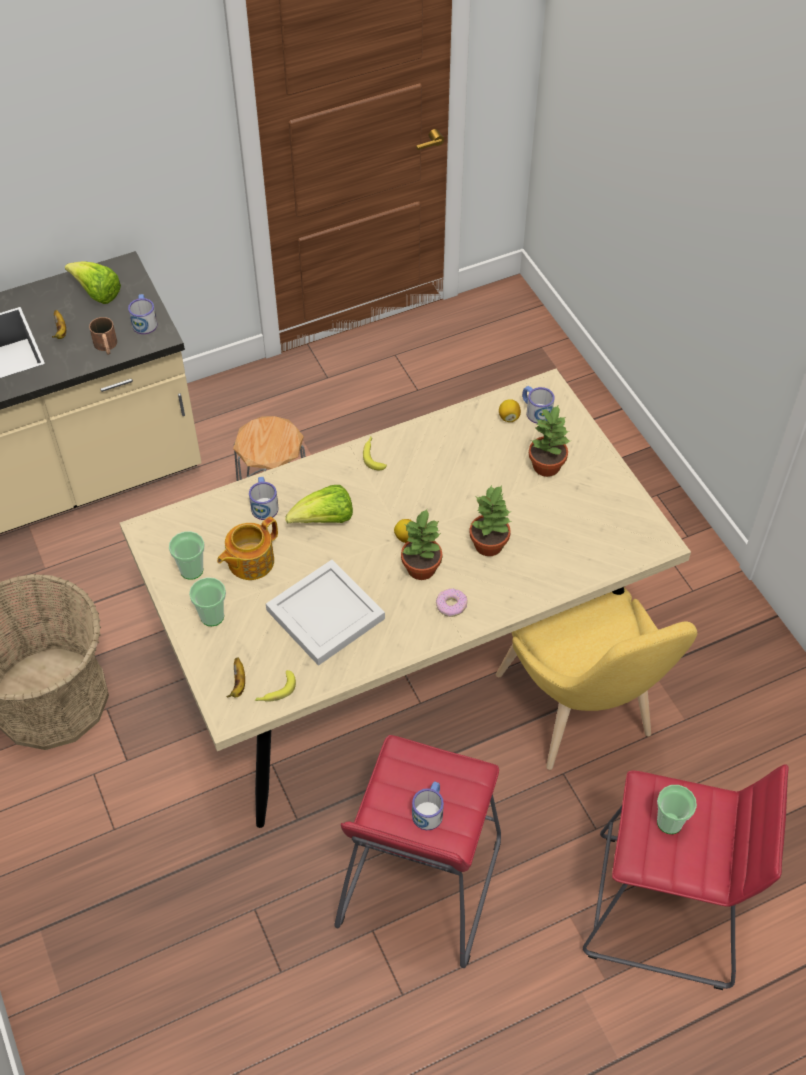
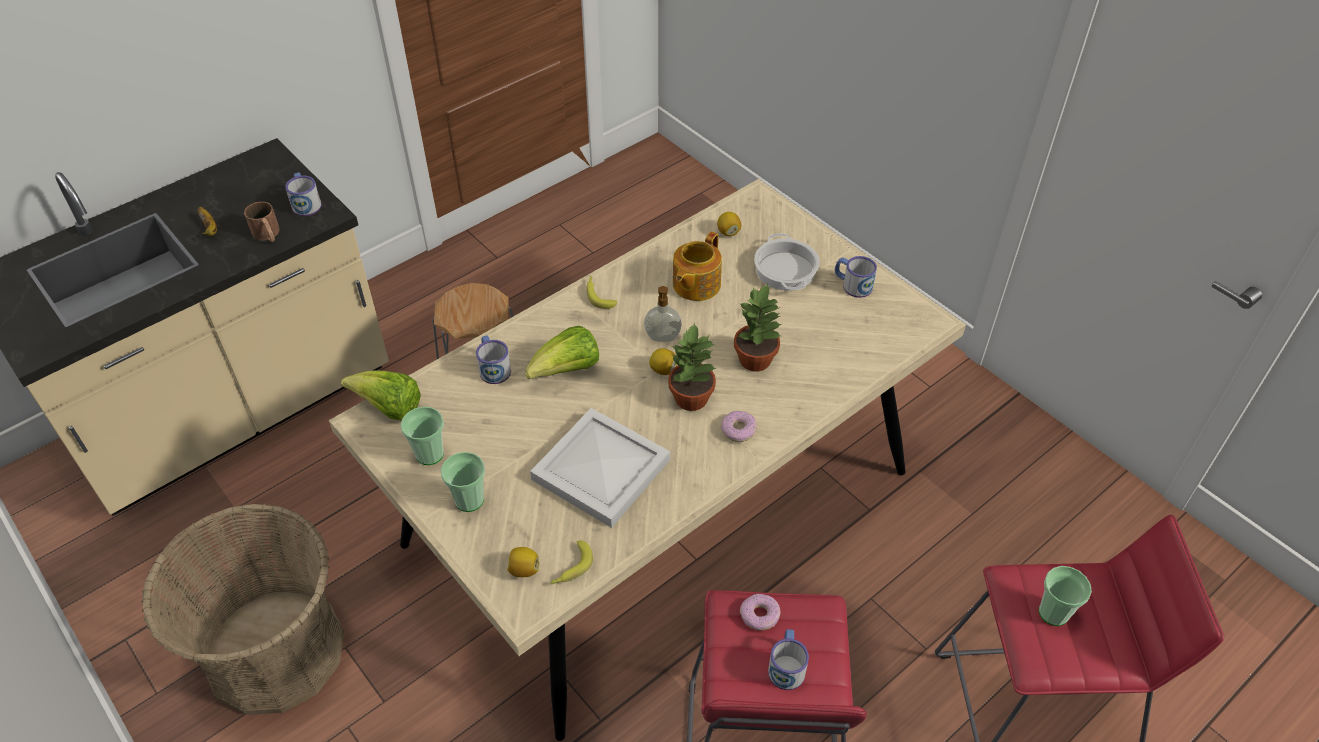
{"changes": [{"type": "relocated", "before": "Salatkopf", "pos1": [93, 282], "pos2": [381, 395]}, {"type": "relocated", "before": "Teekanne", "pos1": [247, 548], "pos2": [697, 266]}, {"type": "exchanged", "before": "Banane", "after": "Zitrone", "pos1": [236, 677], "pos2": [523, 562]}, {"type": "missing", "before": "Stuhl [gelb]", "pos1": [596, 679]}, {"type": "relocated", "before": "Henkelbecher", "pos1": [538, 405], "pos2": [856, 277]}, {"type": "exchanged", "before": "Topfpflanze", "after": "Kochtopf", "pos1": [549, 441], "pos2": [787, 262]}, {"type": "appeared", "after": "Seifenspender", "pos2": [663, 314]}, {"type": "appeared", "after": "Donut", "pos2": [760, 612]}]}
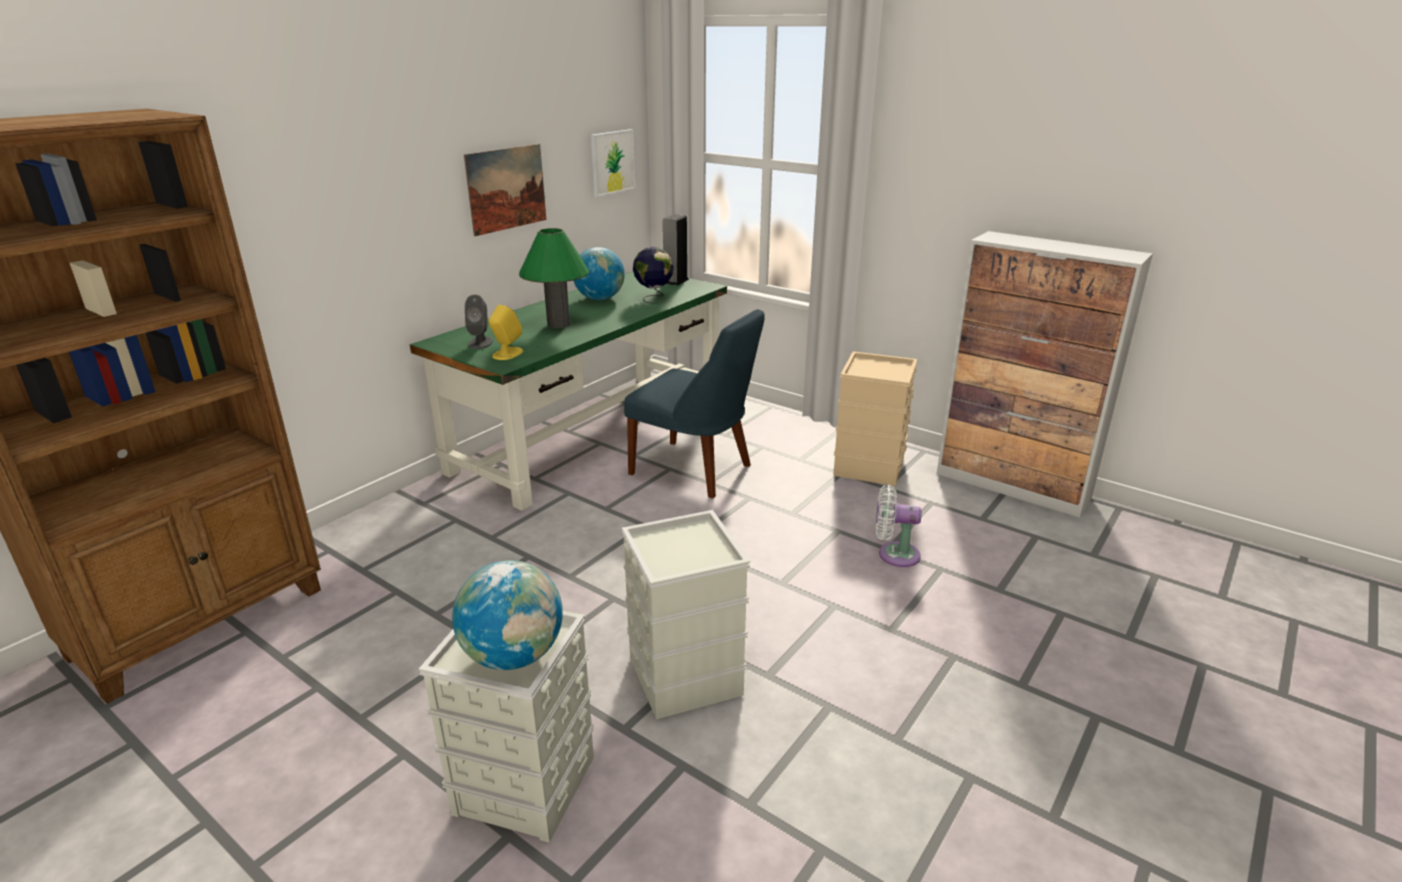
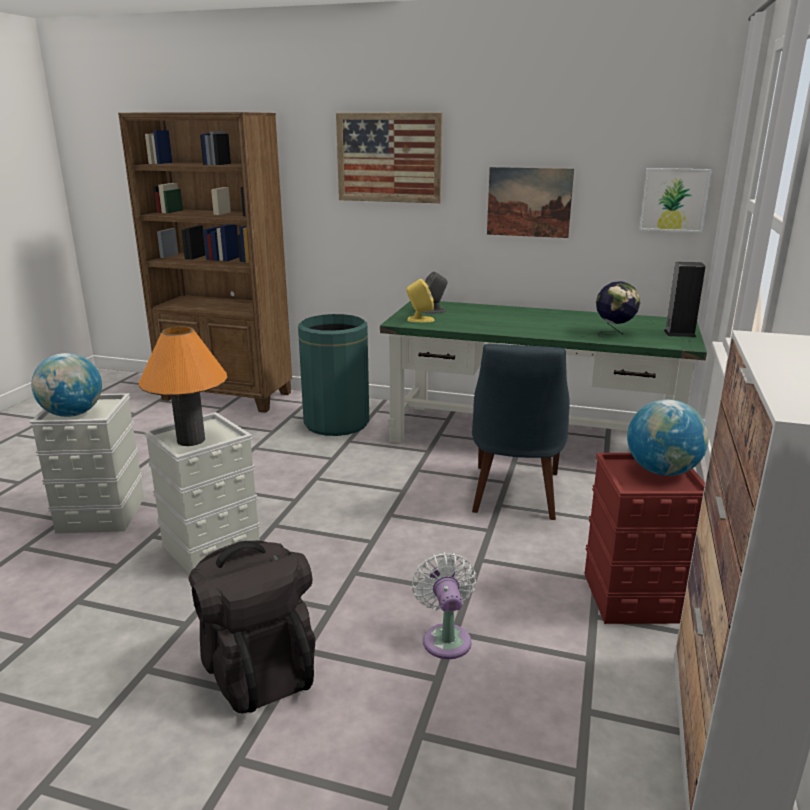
{"changes": [{"type": "missing", "before": "Tischlampe [grün]", "pos1": [554, 278]}, {"type": "relocated", "before": "Globus", "pos1": [599, 273], "pos2": [668, 437]}, {"type": "colour", "before": "Aufbewahrungsbox [beige]", "after": "Aufbewahrungsbox [rot]", "pos1": [875, 418], "pos2": [645, 538]}, {"type": "appeared", "after": "Tischlampe [orange]", "pos2": [183, 386]}, {"type": "appeared", "after": "Rucksack [schwarz]", "pos2": [251, 626]}, {"type": "appeared", "after": "Mülleimer [grün]", "pos2": [333, 375]}, {"type": "appeared", "after": "Bild", "pos2": [389, 157]}]}
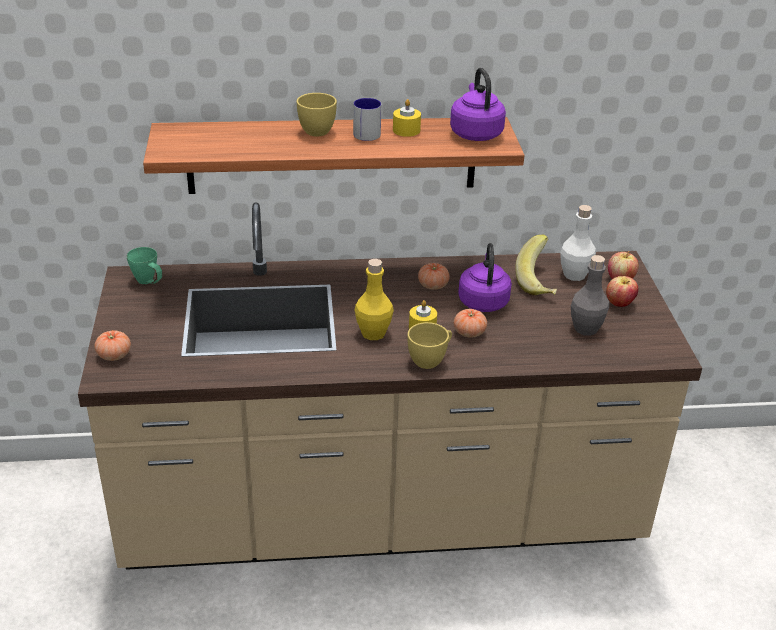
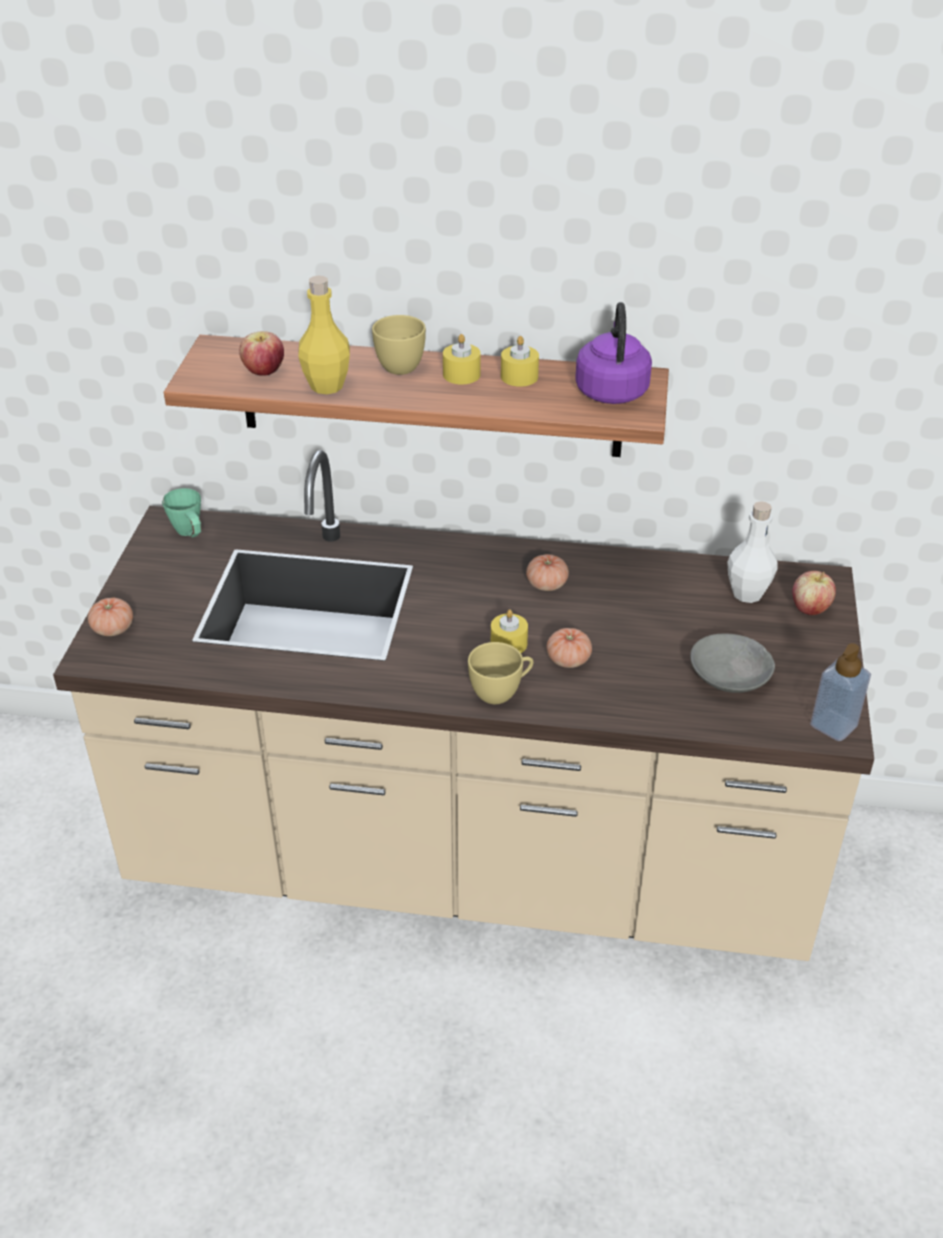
{"changes": [{"type": "exchanged", "before": "Henkelbecher", "after": "Kerze [gelb]", "pos1": [367, 119], "pos2": [462, 359]}, {"type": "relocated", "before": "Flasche [gelb]", "pos1": [374, 299], "pos2": [324, 334]}, {"type": "missing", "before": "Wasserkessel [lila]", "pos1": [485, 277]}, {"type": "missing", "before": "Banane", "pos1": [536, 265]}, {"type": "exchanged", "before": "Flasche [grau]", "after": "Schüssel [grau]", "pos1": [590, 295], "pos2": [732, 663]}, {"type": "relocated", "before": "Apfel", "pos1": [622, 291], "pos2": [261, 353]}, {"type": "appeared", "after": "Seifenspender", "pos2": [840, 692]}]}
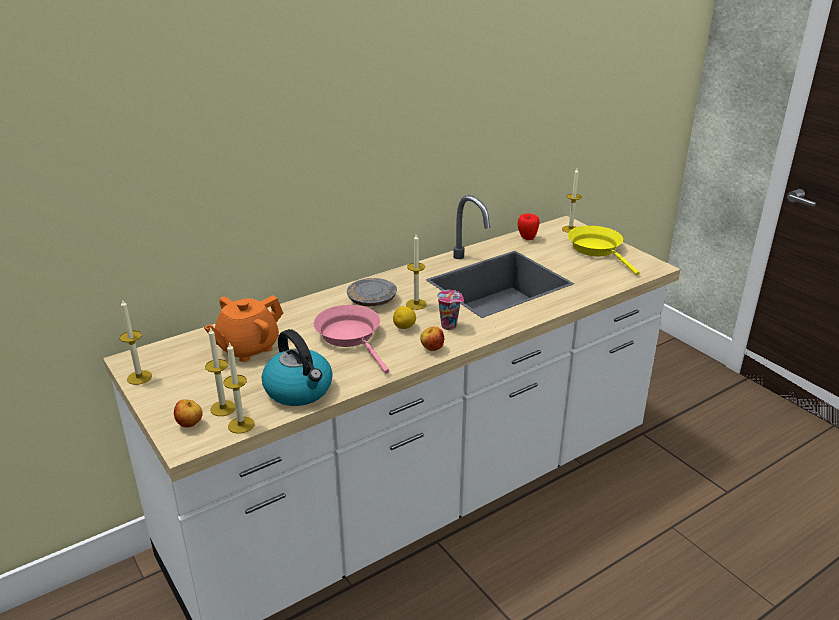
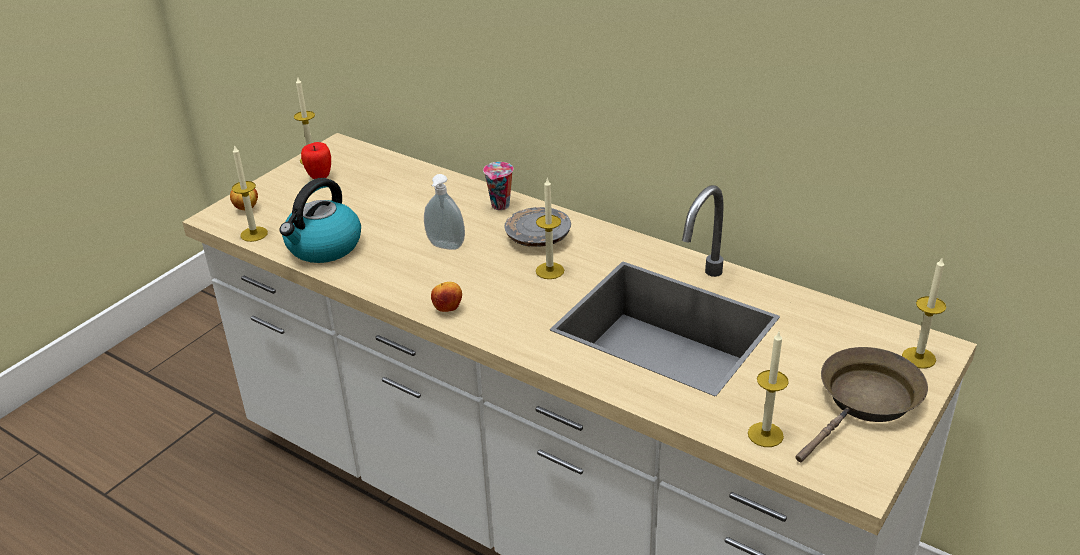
{"changes": [{"type": "missing", "before": "Teekanne [orange]", "pos1": [243, 328]}, {"type": "relocated", "before": "Kerze", "pos1": [220, 371], "pos2": [768, 389]}, {"type": "exchanged", "before": "Pfanne [rosa]", "after": "Seifenspender", "pos1": [351, 339], "pos2": [444, 212]}, {"type": "missing", "before": "Zitrone", "pos1": [404, 317]}, {"type": "relocated", "before": "Tasse", "pos1": [450, 310], "pos2": [498, 186]}, {"type": "relocated", "before": "Apfel", "pos1": [529, 227], "pos2": [316, 160]}, {"type": "colour", "before": "Pfanne [gelb]", "after": "Pfanne [braun]", "pos1": [604, 250], "pos2": [862, 404]}]}
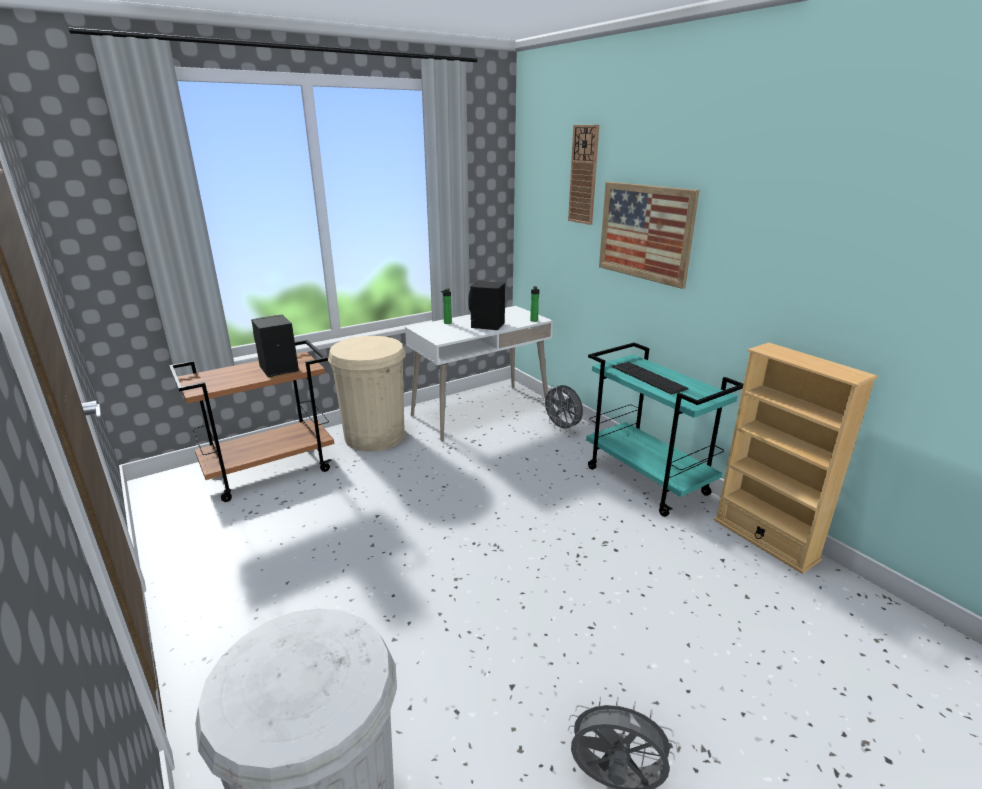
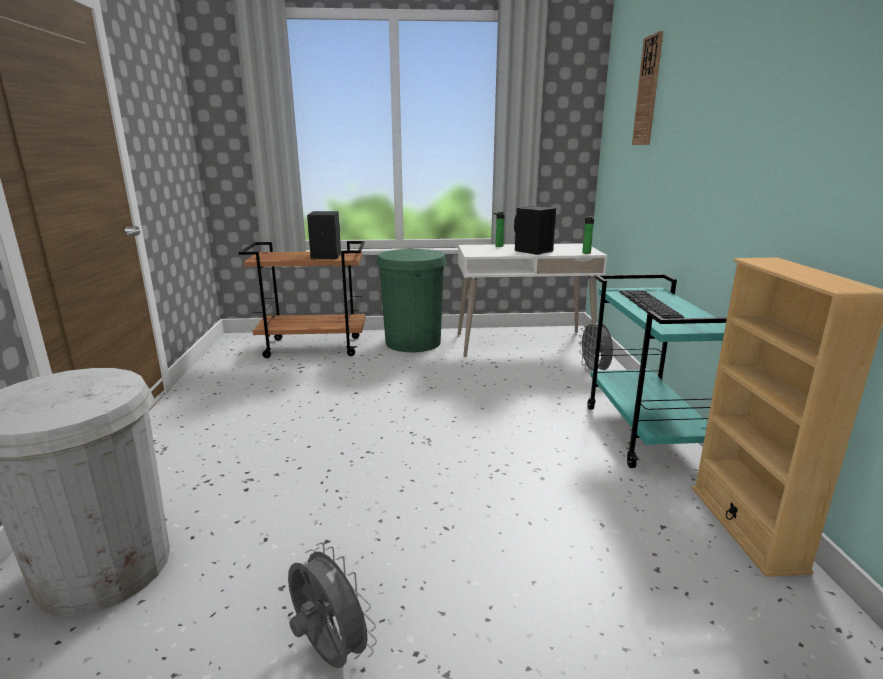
{"changes": [{"type": "colour", "before": "Mülleimer [beige]", "after": "Mülleimer [grün]", "pos1": [367, 394], "pos2": [411, 300]}, {"type": "missing", "before": "Bild", "pos1": [649, 235]}]}
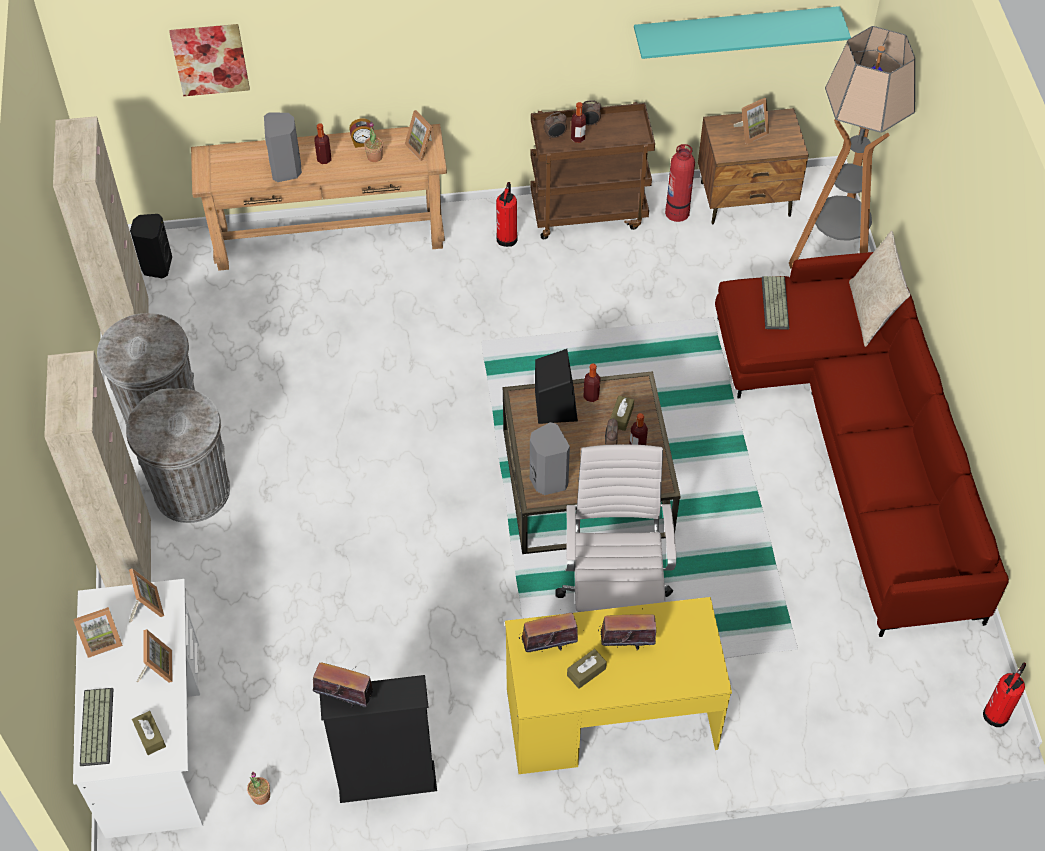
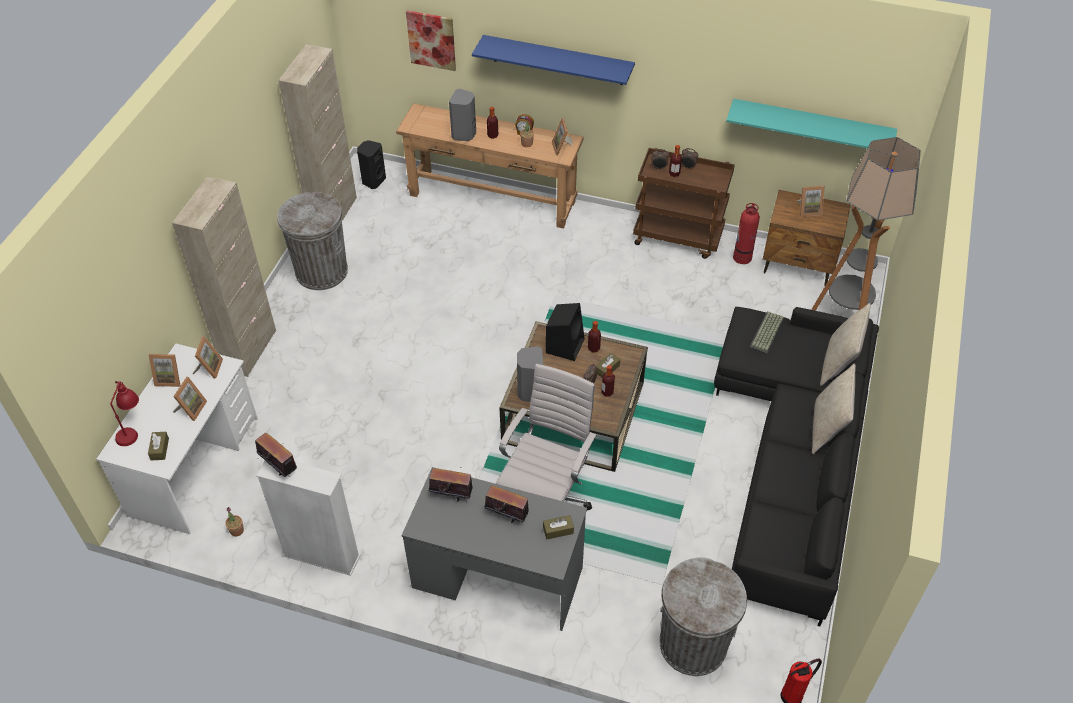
{"changes": [{"type": "exchanged", "before": "Tastatur", "after": "Tischlampe [rot]", "pos1": [96, 727], "pos2": [124, 413]}, {"type": "relocated", "before": "Mülleimer [grau]", "pos1": [178, 455], "pos2": [703, 616]}, {"type": "colour", "before": "Bücherregal [schwarz]", "after": "Bücherregal [weiß]", "pos1": [378, 739], "pos2": [308, 518]}, {"type": "missing", "before": "Feuerlöscher", "pos1": [507, 214]}, {"type": "colour", "before": "Schreibtisch [gelb]", "after": "Schreibtisch [grau]", "pos1": [618, 685], "pos2": [494, 549]}, {"type": "relocated", "before": "Taschentuchbox [braun]", "pos1": [587, 669], "pos2": [558, 527]}, {"type": "colour", "before": "Sofa [rot]", "after": "Sofa [schwarz]", "pos1": [862, 444], "pos2": [796, 466]}, {"type": "appeared", "after": "Wandregal [blau]", "pos2": [553, 60]}, {"type": "appeared", "after": "Kissen [beige]", "pos2": [834, 408]}]}
